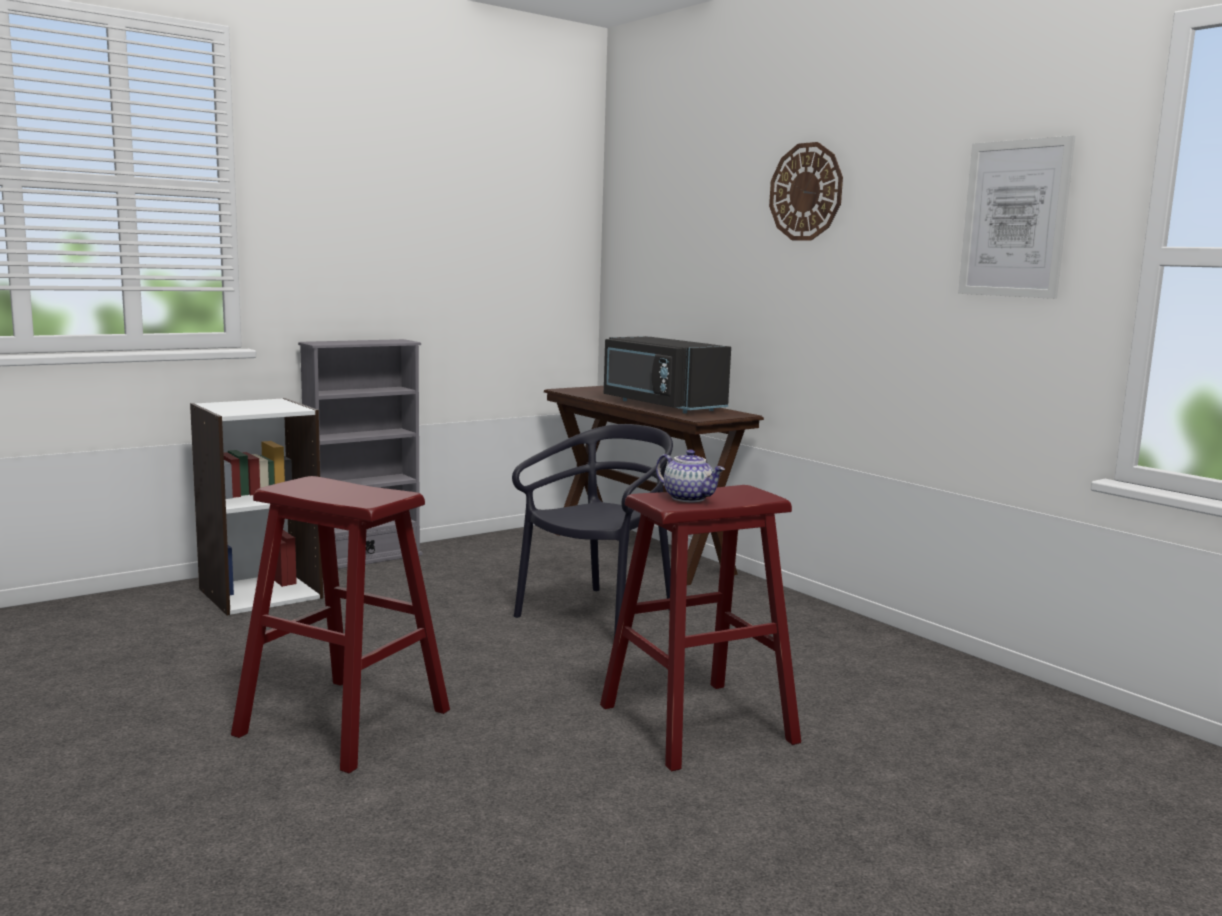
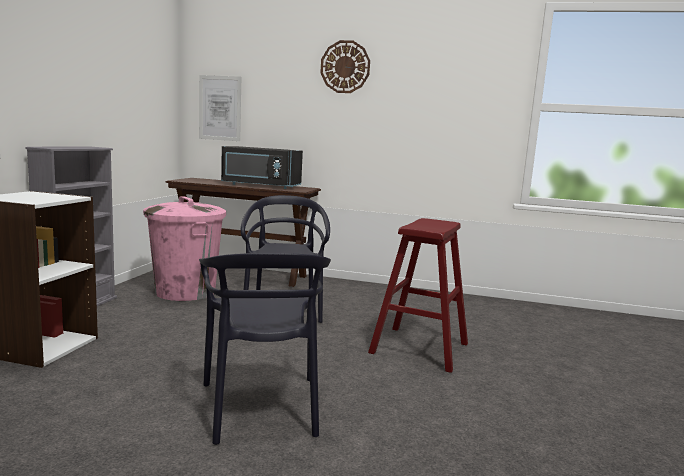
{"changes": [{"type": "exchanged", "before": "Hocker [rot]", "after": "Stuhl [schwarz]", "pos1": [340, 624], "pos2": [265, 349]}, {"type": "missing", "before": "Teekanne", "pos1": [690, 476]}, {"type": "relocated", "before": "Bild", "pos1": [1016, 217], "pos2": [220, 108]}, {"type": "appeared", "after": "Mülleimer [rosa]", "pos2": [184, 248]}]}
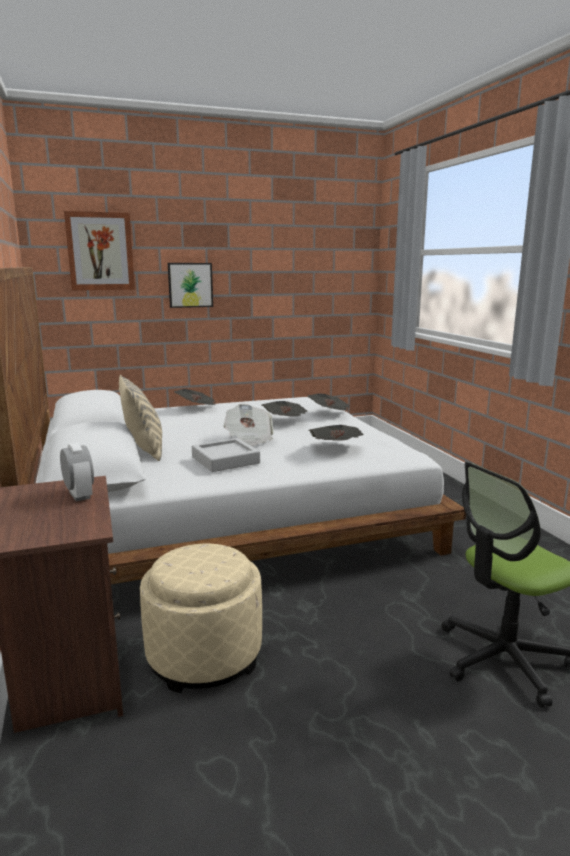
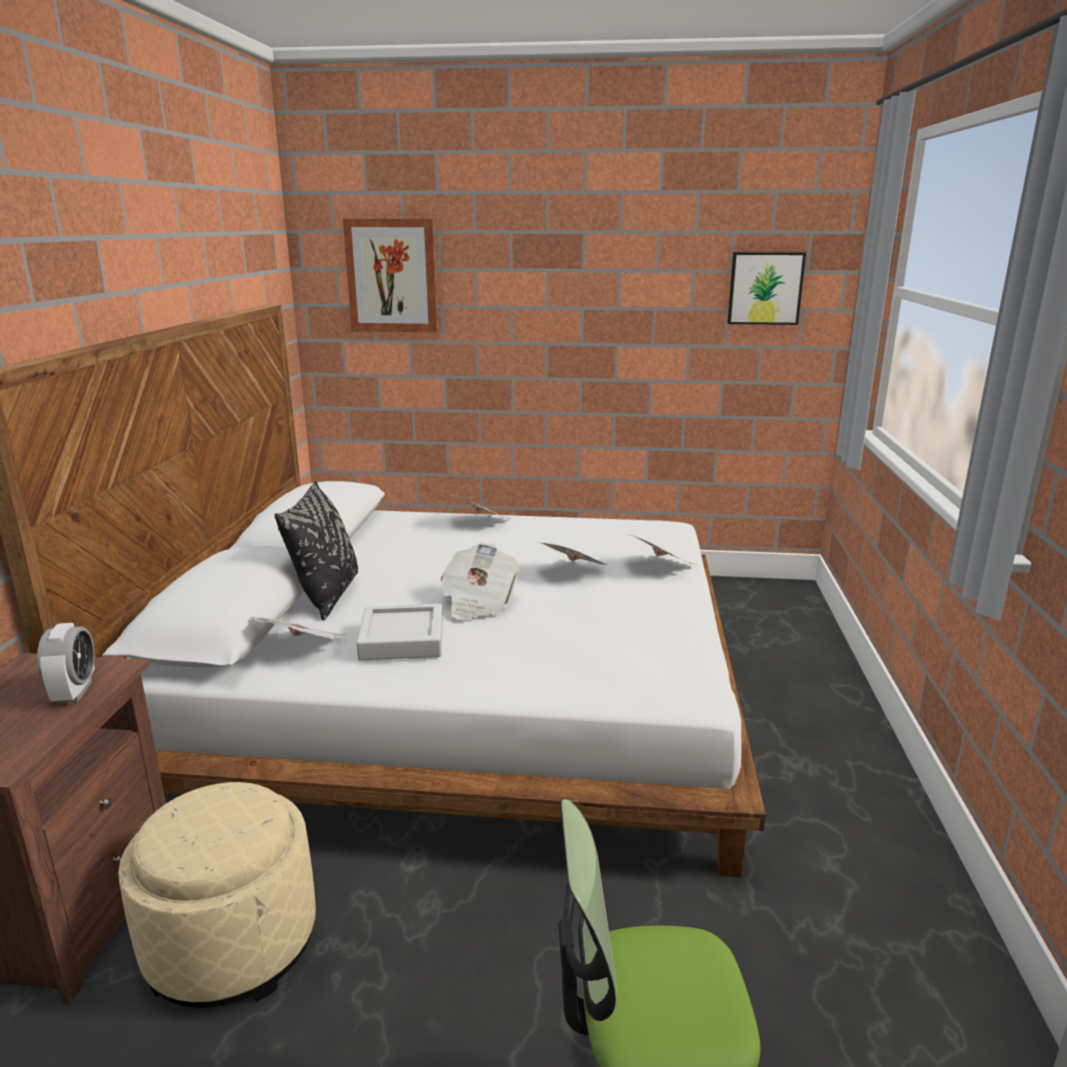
{"changes": [{"type": "colour", "before": "Kissen [beige]", "after": "Kissen [schwarz]", "pos1": [140, 417], "pos2": [316, 551]}, {"type": "relocated", "before": "Bild", "pos1": [190, 285], "pos2": [766, 288]}, {"type": "relocated", "before": "Zeitung", "pos1": [336, 433], "pos2": [298, 628]}]}
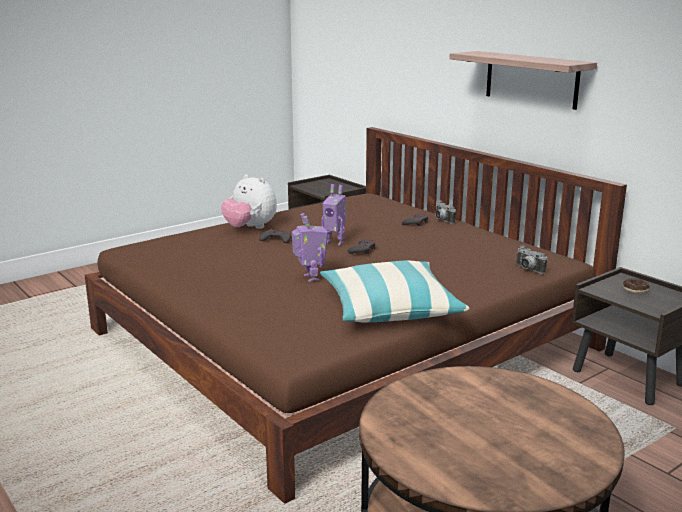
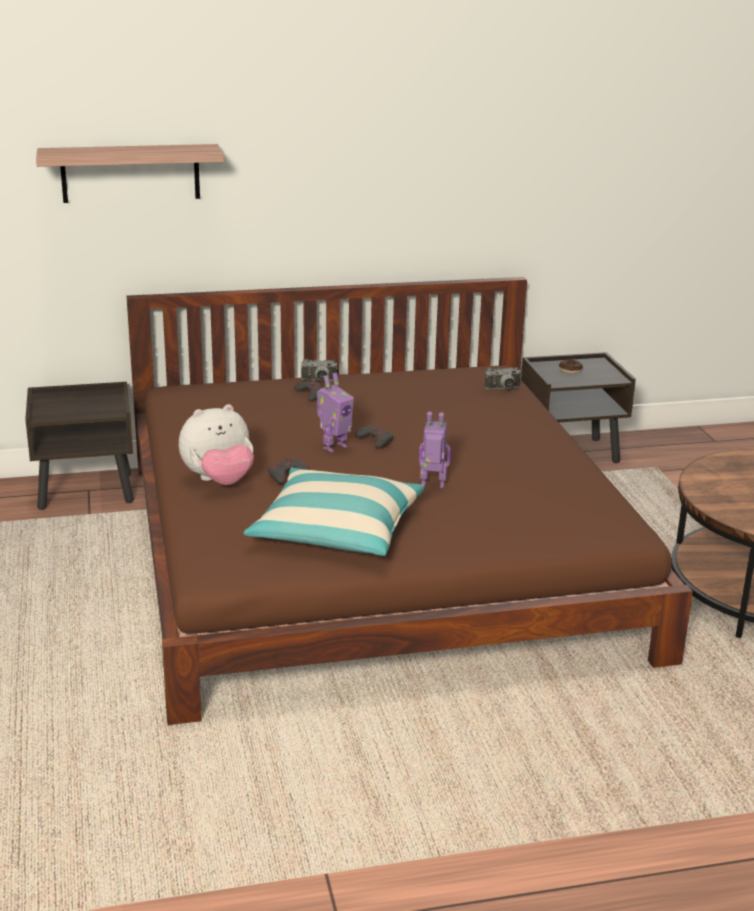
{"changes": [{"type": "relocated", "before": "Kissen", "pos1": [394, 292], "pos2": [334, 512]}, {"type": "relocated", "before": "Wandregal", "pos1": [523, 80], "pos2": [130, 173]}]}
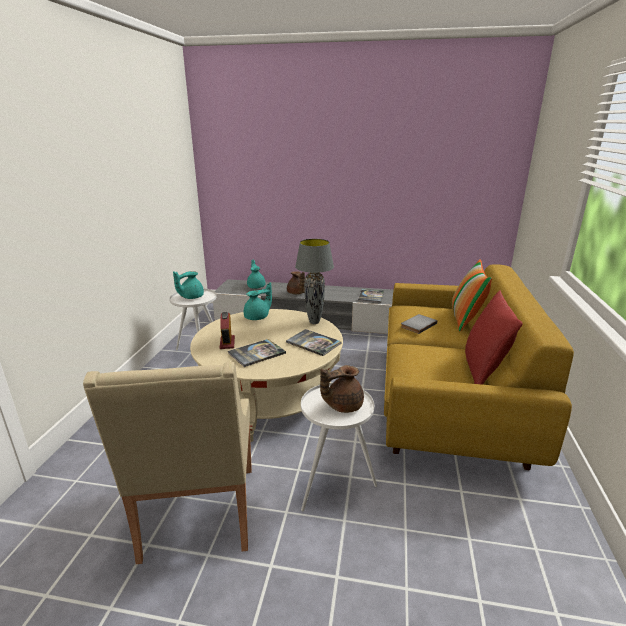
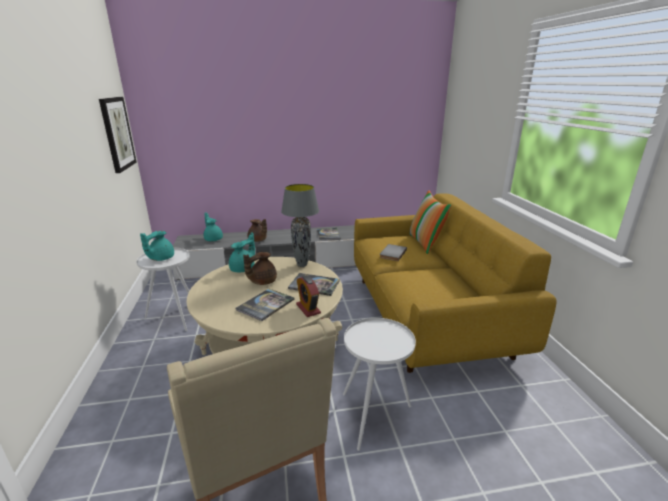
{"changes": [{"type": "relocated", "before": "Wecker", "pos1": [227, 330], "pos2": [308, 296]}, {"type": "relocated", "before": "Teekanne [braun]", "pos1": [342, 389], "pos2": [260, 268]}, {"type": "missing", "before": "Kissen [rot]", "pos1": [494, 337]}, {"type": "appeared", "after": "Bild", "pos2": [117, 135]}]}
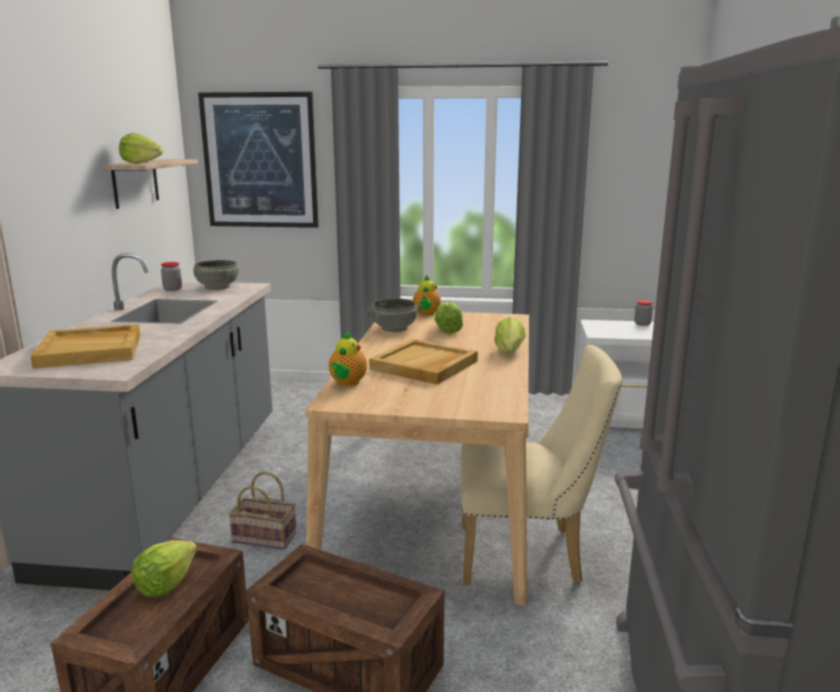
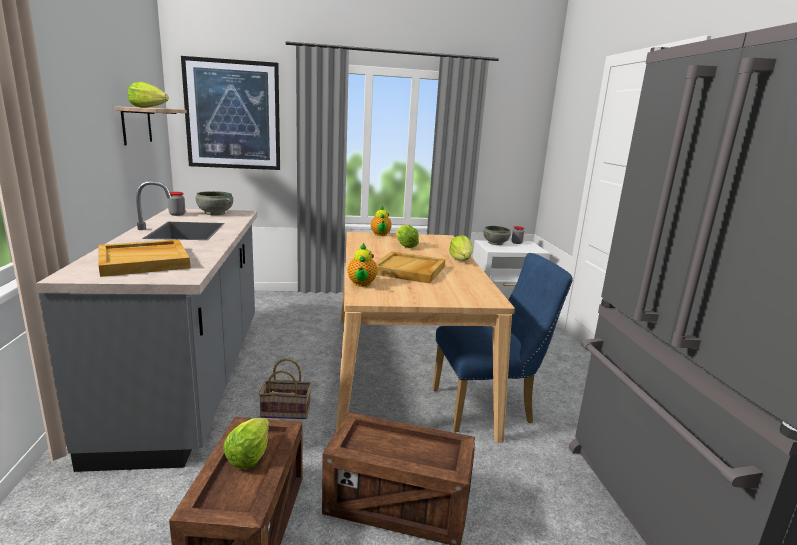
{"changes": [{"type": "relocated", "before": "Schüssel [grau]", "pos1": [394, 315], "pos2": [497, 235]}, {"type": "colour", "before": "Stuhl [beige]", "after": "Stuhl [blau]", "pos1": [541, 465], "pos2": [503, 342]}]}
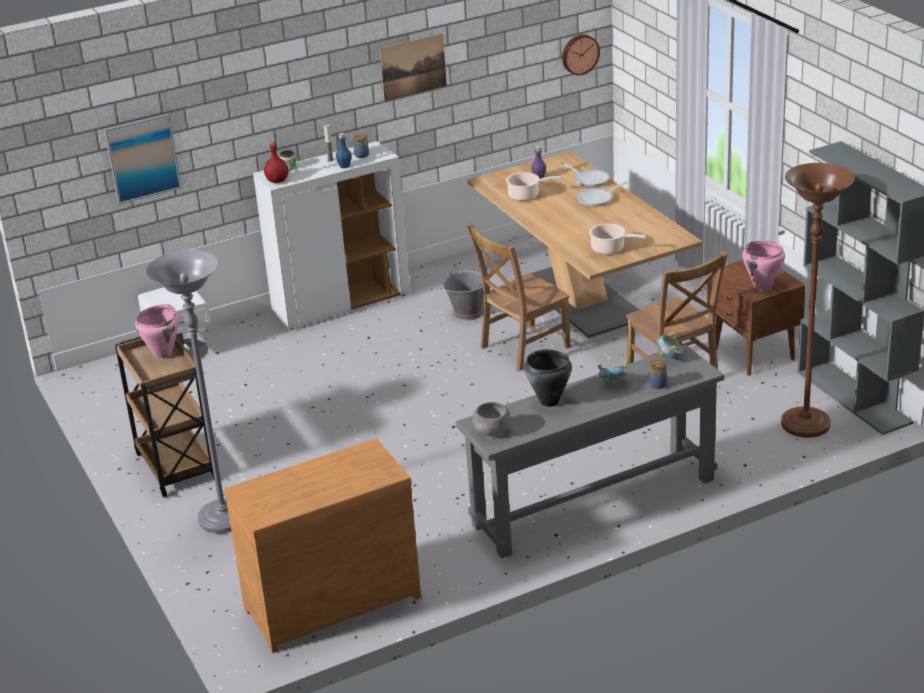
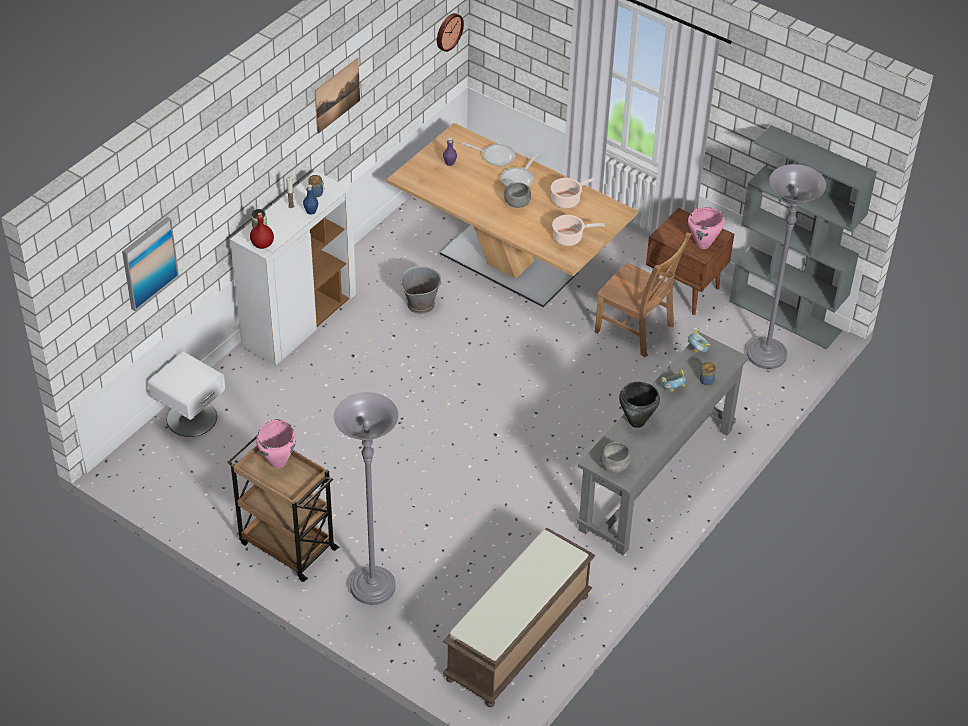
{"changes": [{"type": "exchanged", "before": "Kommode [braun]", "after": "Bank [braun]", "pos1": [322, 545], "pos2": [519, 617]}, {"type": "missing", "before": "Stuhl [braun]", "pos1": [518, 297]}, {"type": "relocated", "before": "Kochtopf", "pos1": [533, 186], "pos2": [575, 192]}, {"type": "colour", "before": "Stehlampe [braun]", "after": "Stehlampe [grau]", "pos1": [818, 300], "pos2": [786, 266]}, {"type": "appeared", "after": "Schüssel [grau]", "pos2": [517, 195]}]}
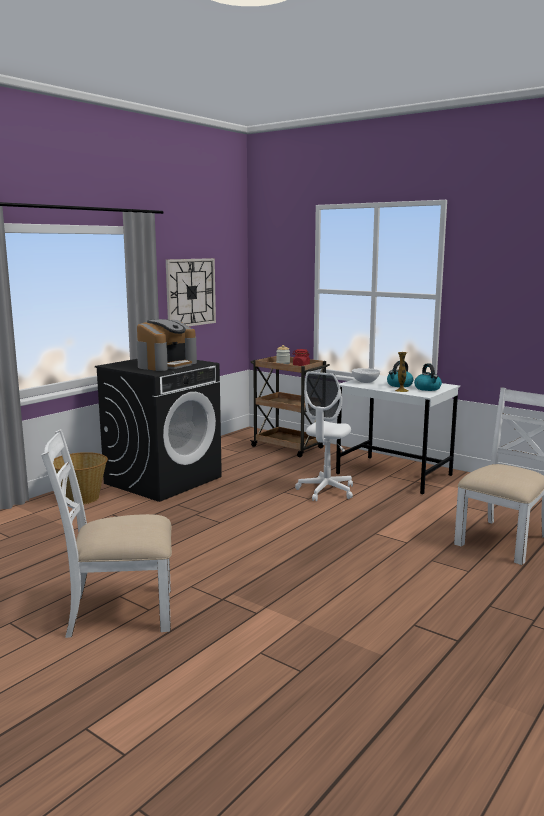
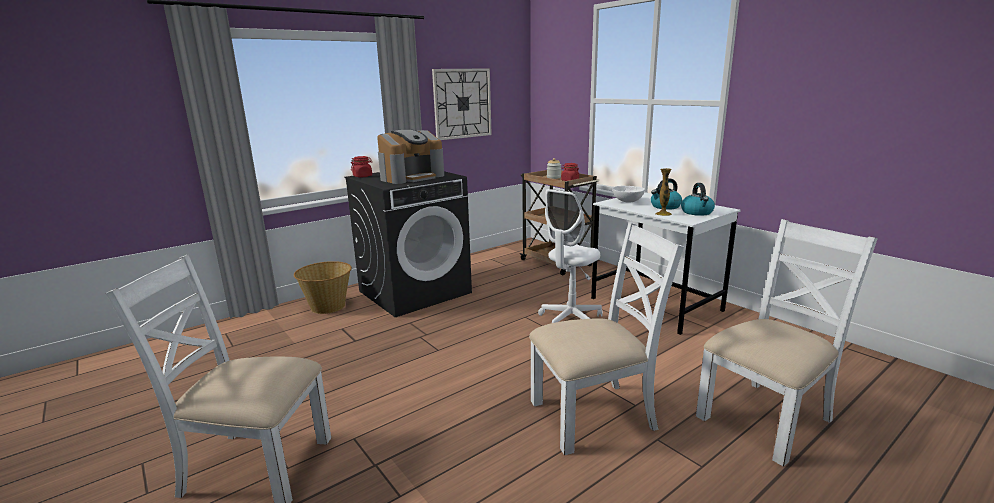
{"changes": [{"type": "appeared", "after": "Vorratsglas [rot]", "pos2": [362, 167]}, {"type": "appeared", "after": "Stuhl [weiß]", "pos2": [606, 338]}]}
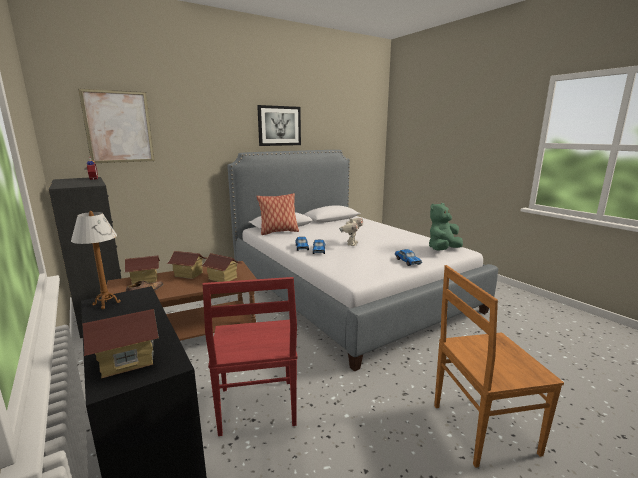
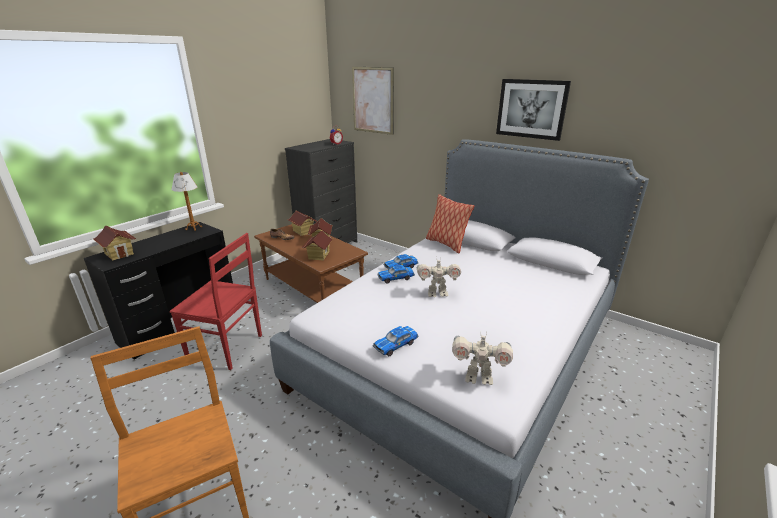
{"changes": [{"type": "spun", "before": "Stuhl [rot]", "pos1": [250, 356], "pos2": [216, 301], "turn": -135}, {"type": "exchanged", "before": "Plüschtier [grün]", "after": "Spielzeugroboter", "pos1": [446, 227], "pos2": [482, 358]}]}
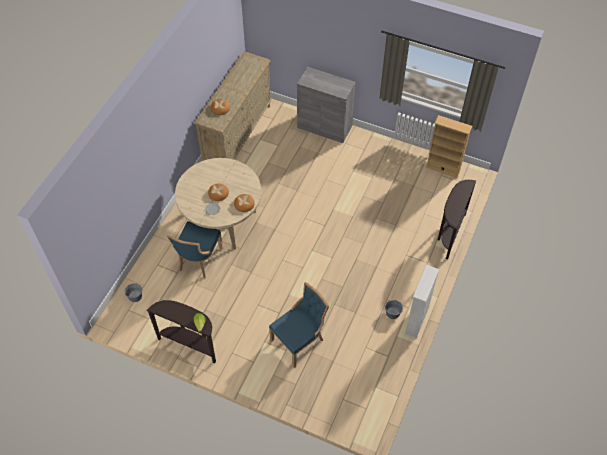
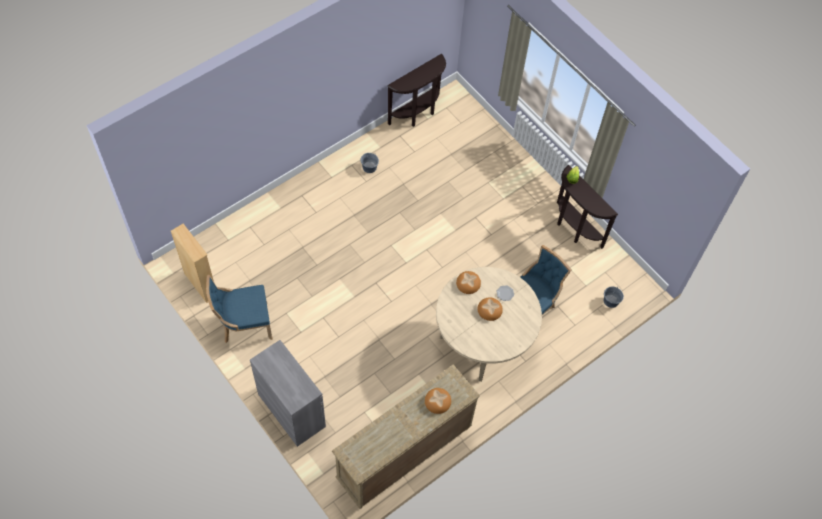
{"changes": [{"type": "relocated", "before": "Stuhl [blau]", "pos1": [299, 325], "pos2": [239, 309]}, {"type": "missing", "before": "Bücherregal [weiß]", "pos1": [421, 302]}, {"type": "relocated", "before": "Konsolentisch [braun]", "pos1": [457, 219], "pos2": [416, 90]}]}
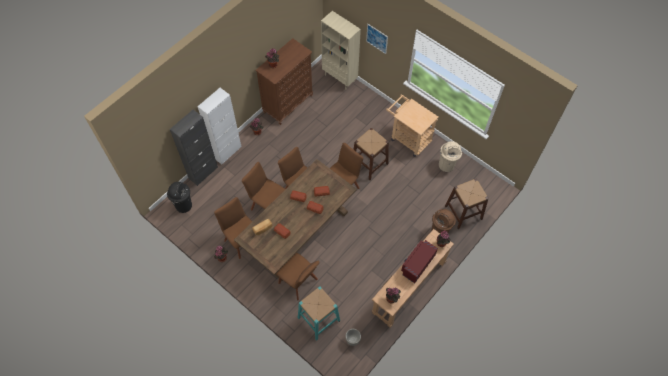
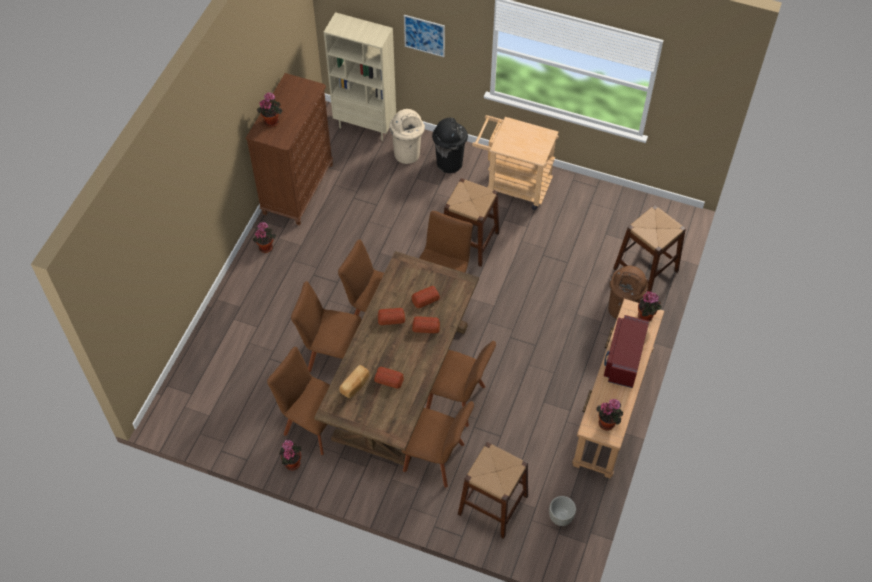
{"changes": [{"type": "relocated", "before": "Mülleimer [schwarz]", "pos1": [179, 197], "pos2": [450, 145]}, {"type": "missing", "before": "Schrank [schwarz]", "pos1": [194, 148]}, {"type": "missing", "before": "Schrank [weiß]", "pos1": [219, 126]}, {"type": "colour", "before": "Hocker [türkis]", "after": "Hocker [braun]", "pos1": [319, 313], "pos2": [493, 490]}, {"type": "relocated", "before": "Mülleimer [beige]", "pos1": [450, 156], "pos2": [407, 136]}, {"type": "appeared", "after": "Stuhl [braun]", "pos2": [461, 384]}]}
